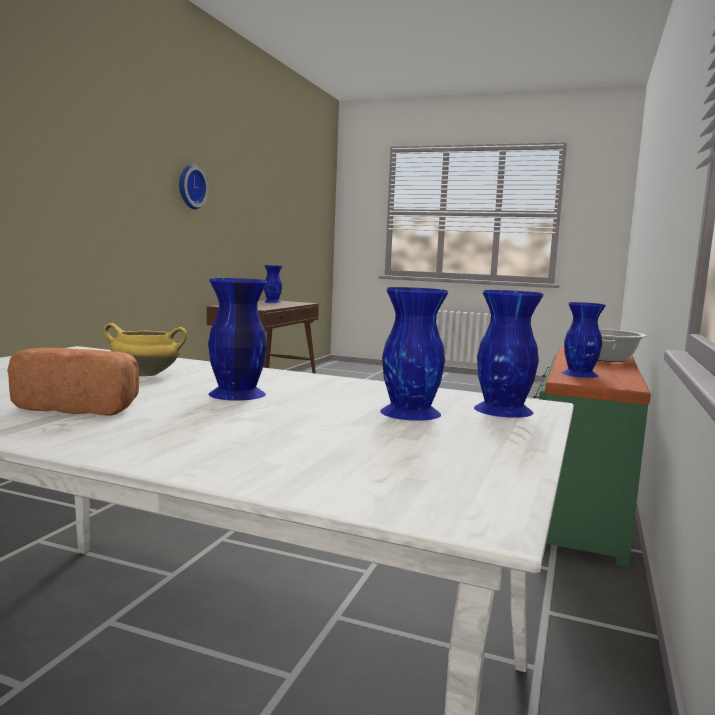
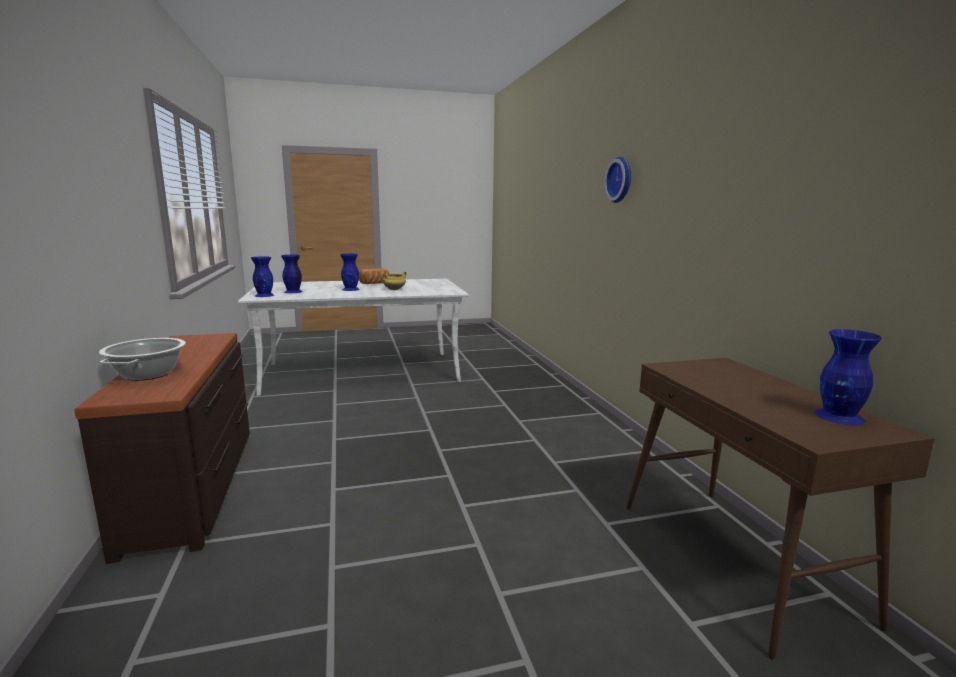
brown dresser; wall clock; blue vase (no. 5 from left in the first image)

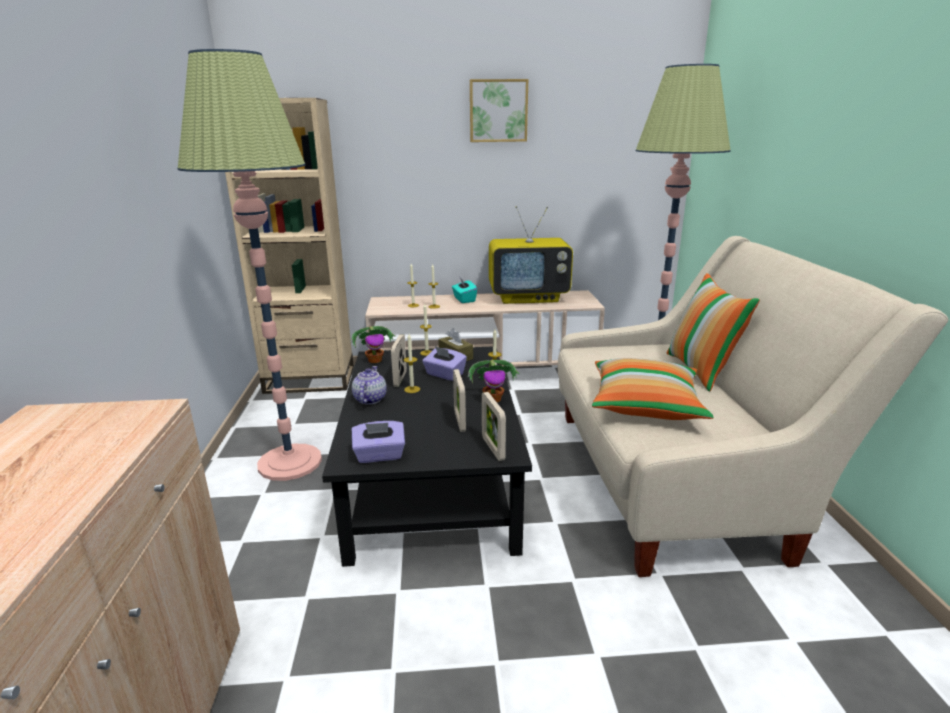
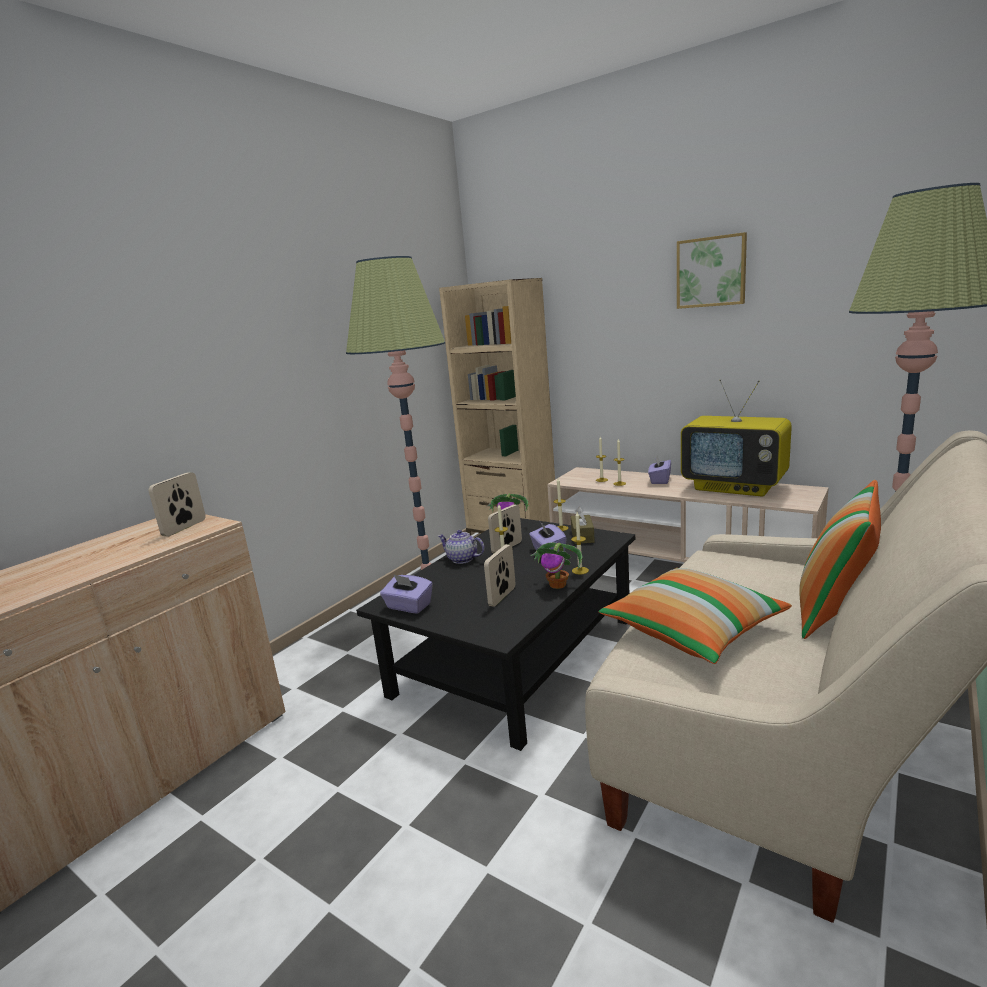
picture frame (no. 1 from left); teapot; purple tissue box (no. 3 from left)

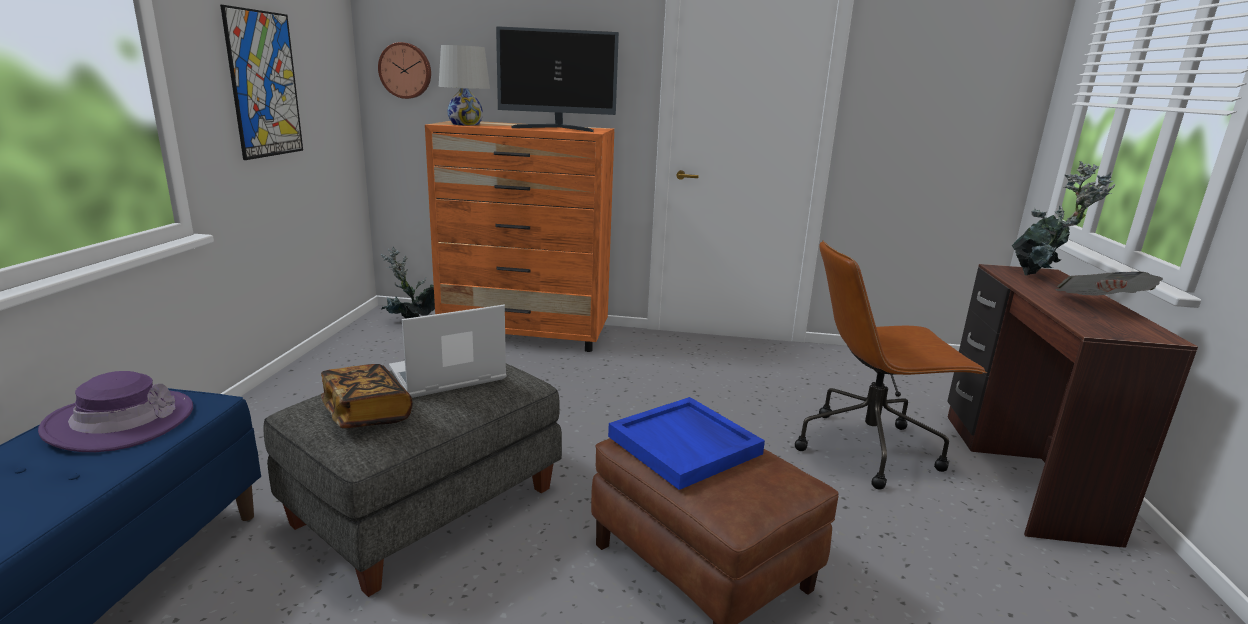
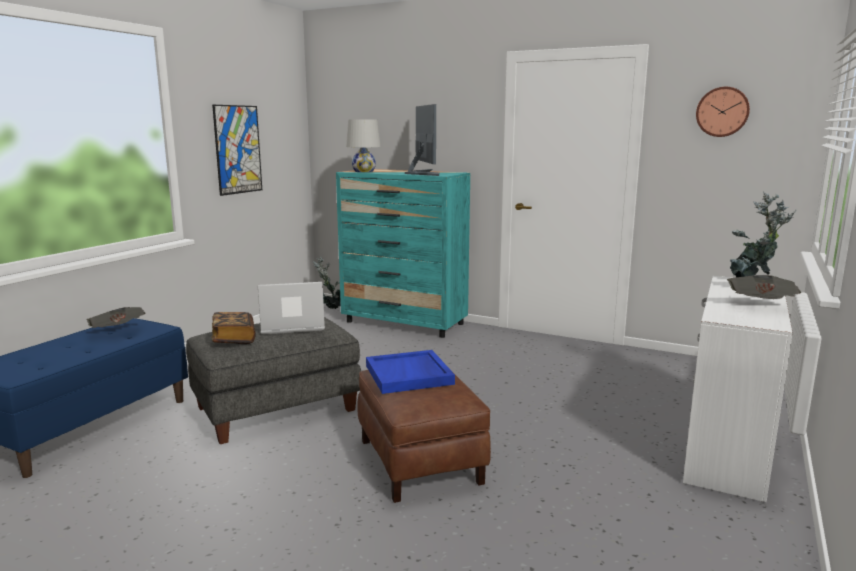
newspaper (no. 1 from left); turquoise dresser; monitor; white desk; wall clock; brown office chair

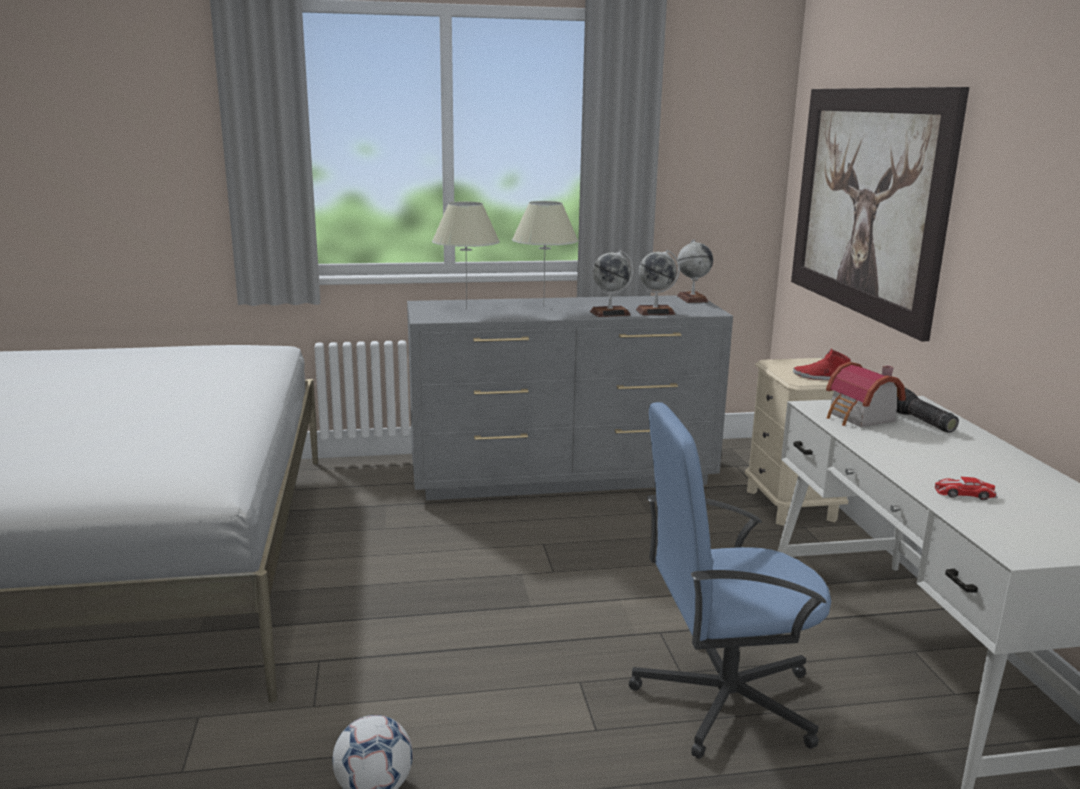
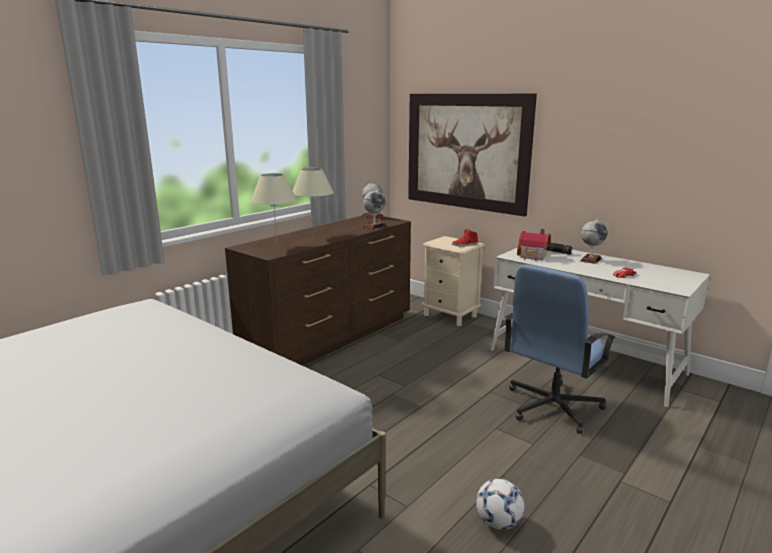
brown dresser; globe (no. 3 from left)

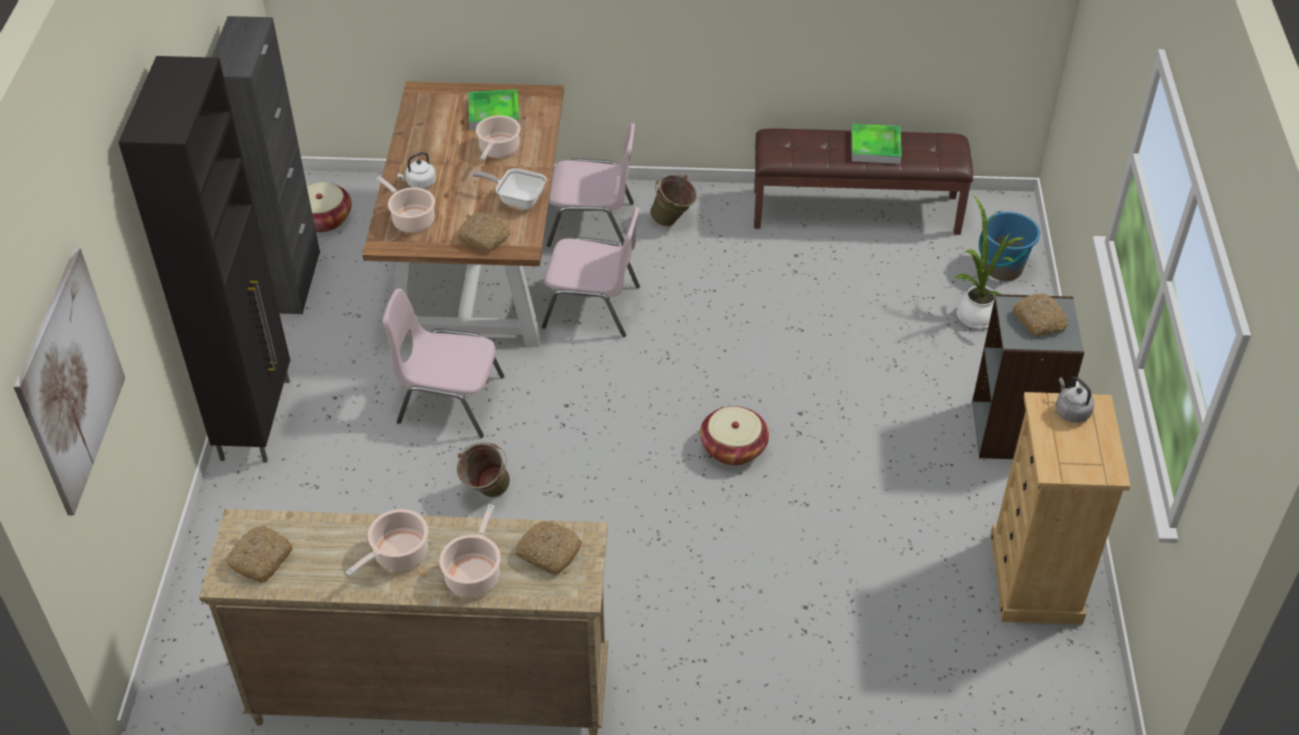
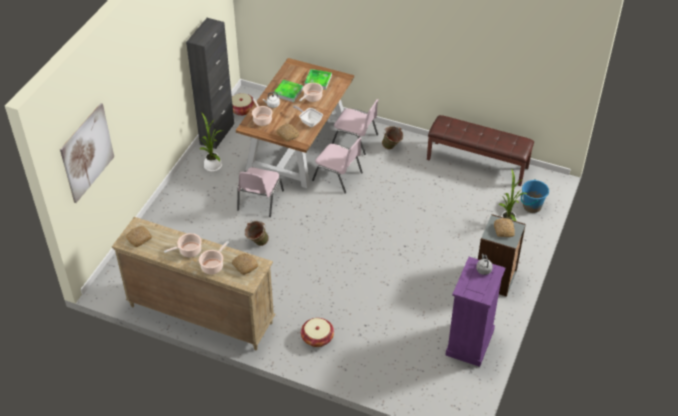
potted plant (no. 1 from left); pink chair (no. 1 from left); tray (no. 1 from left); basket (no. 2 from left); purple dresser; black cabinet (no. 1 from left in the first image)

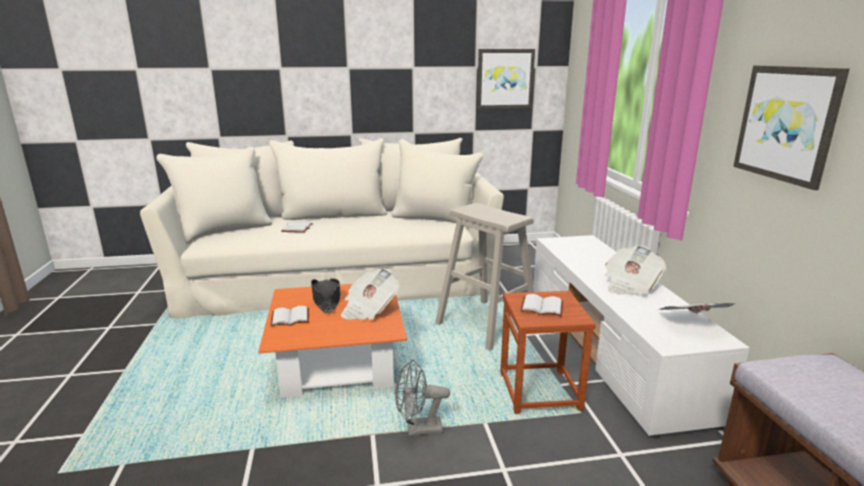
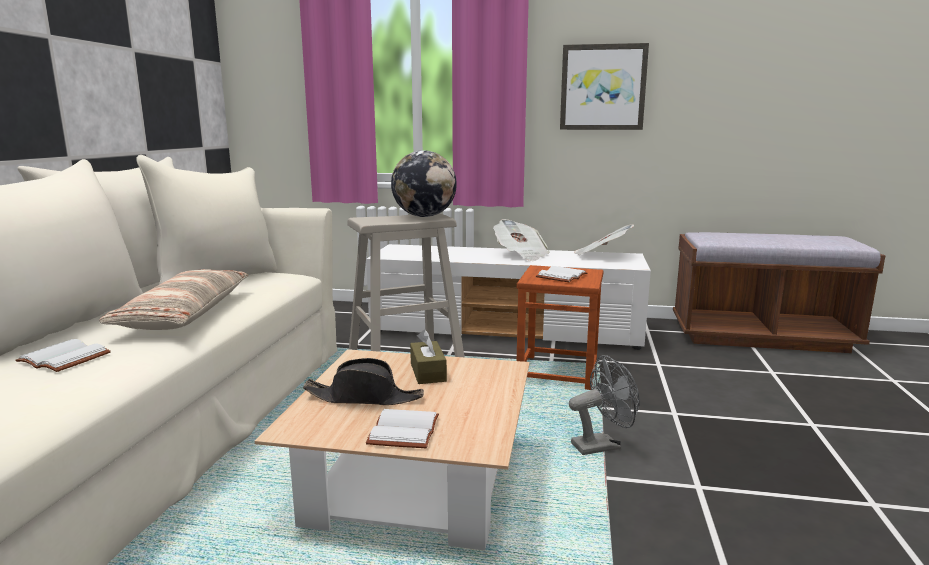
pillow; beige coffee table; globe; brown tissue box; grey fan; picture (no. 1 from left in the first image)

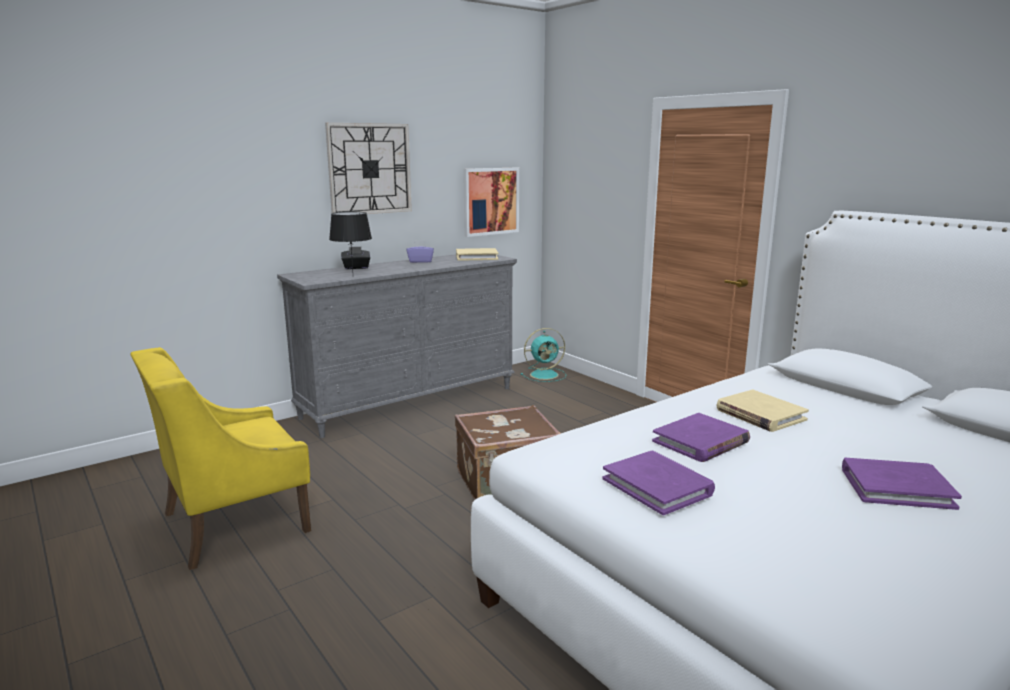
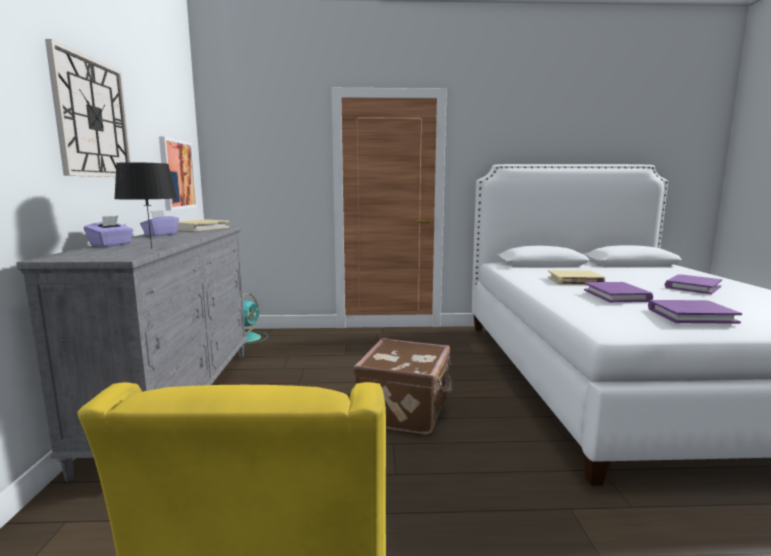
purple tissue box (no. 1 from left)

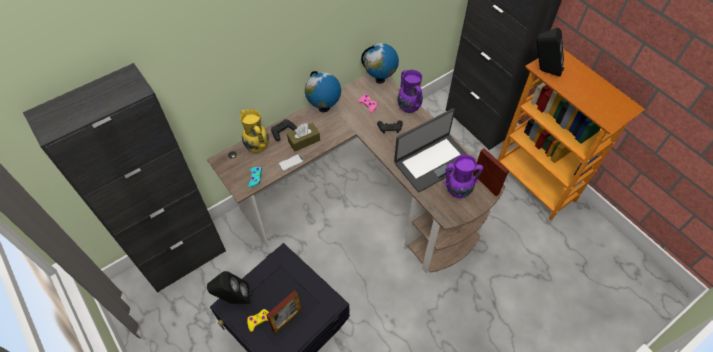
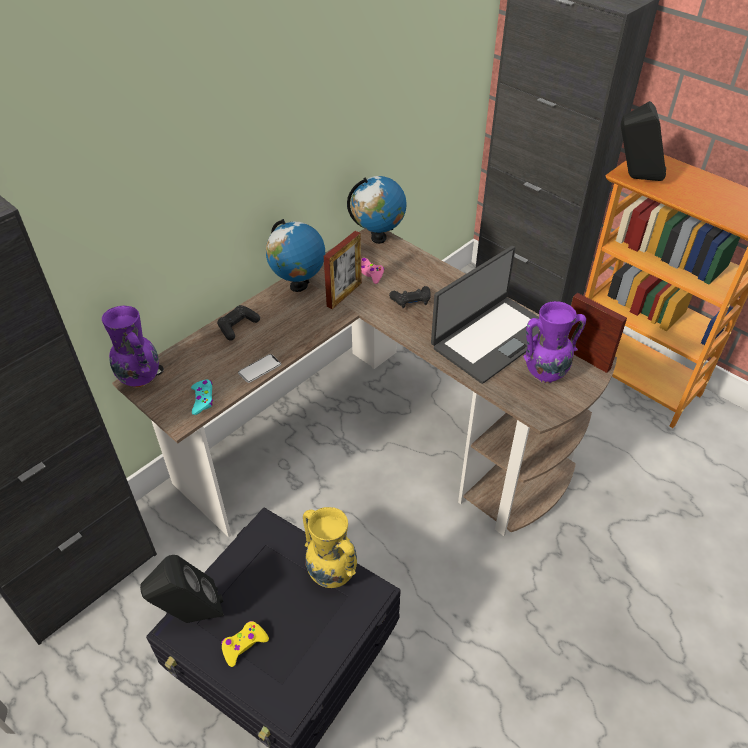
purple vase (no. 1 from left); yellow vase; picture frame (no. 1 from left); brown tissue box

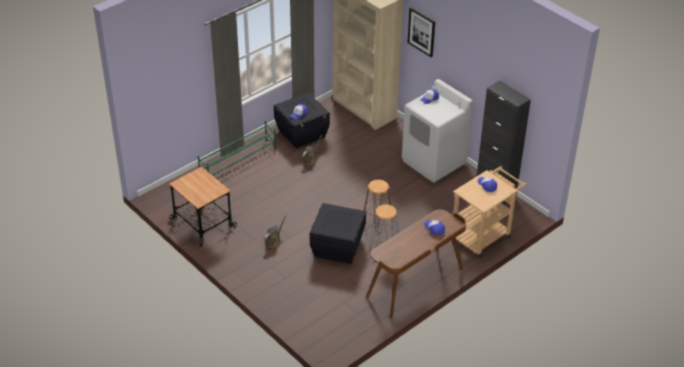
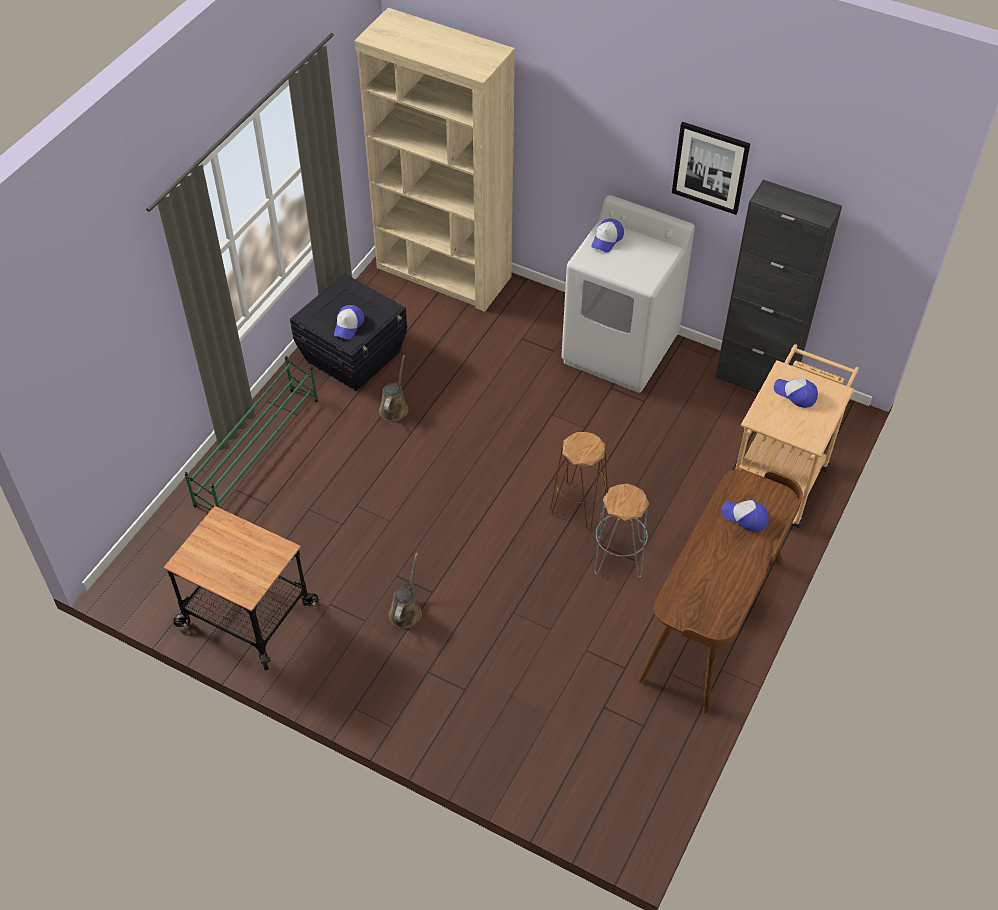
picture; black storage box (no. 2 from left in the first image)

